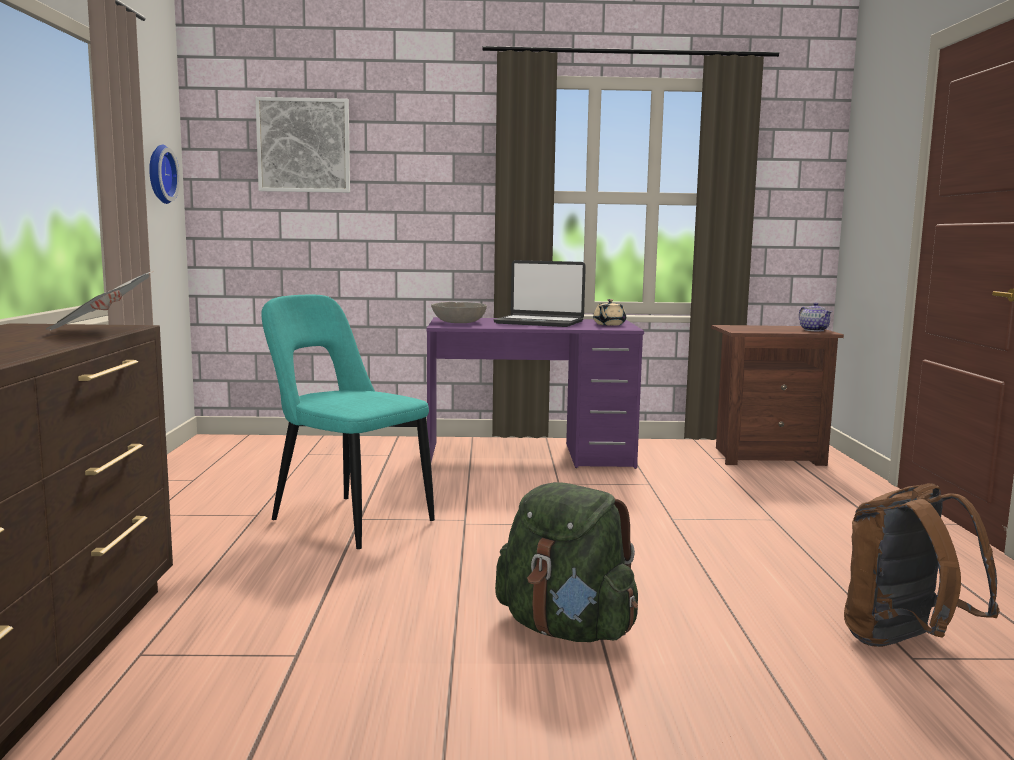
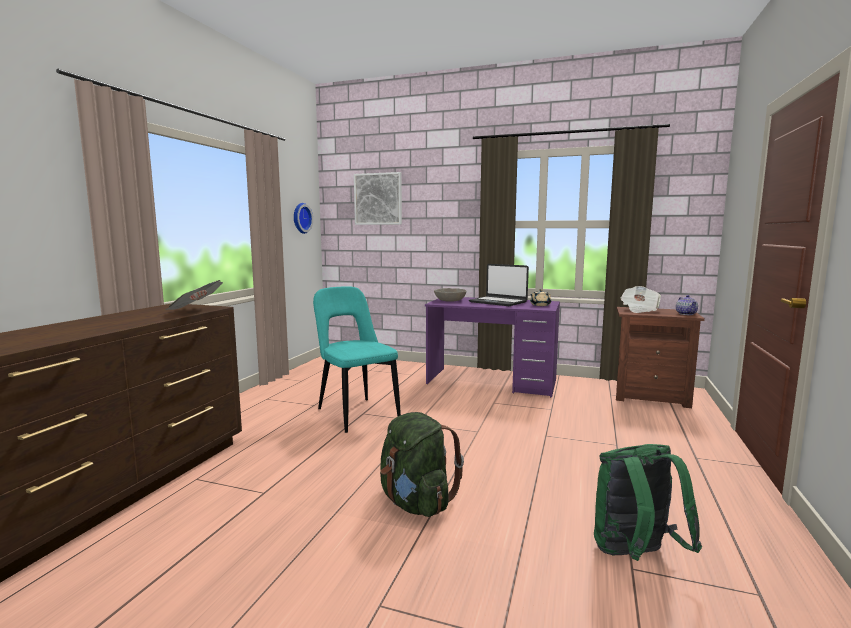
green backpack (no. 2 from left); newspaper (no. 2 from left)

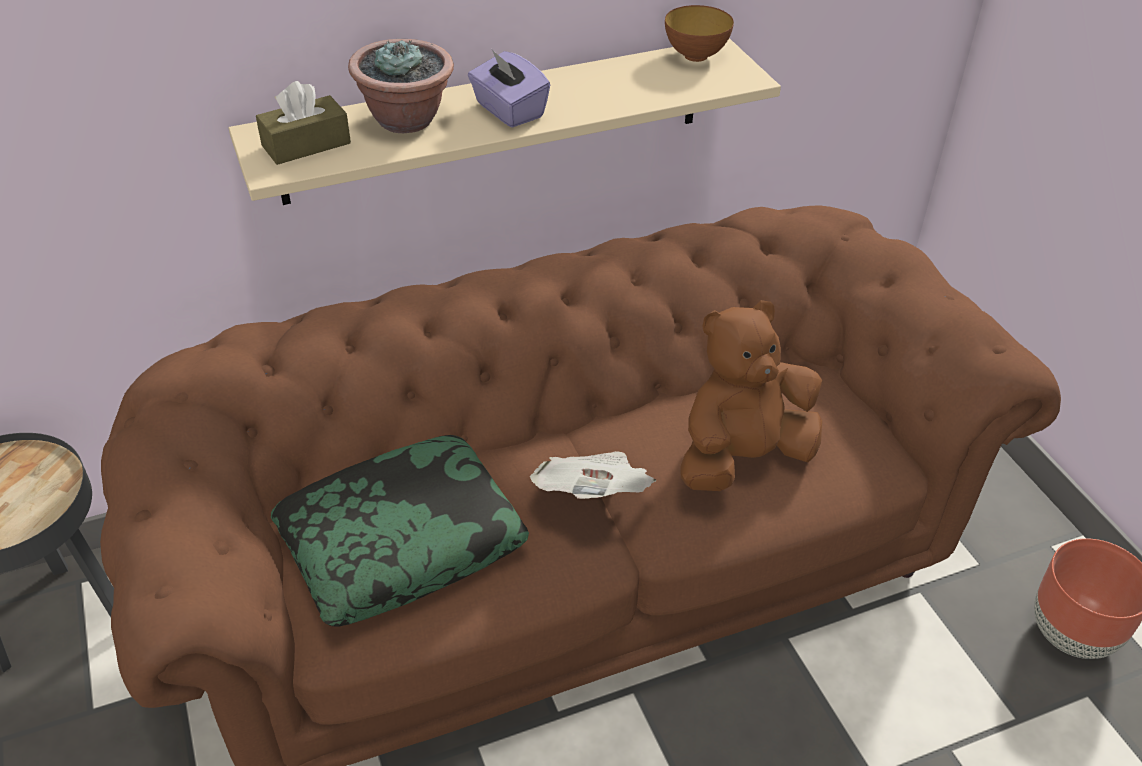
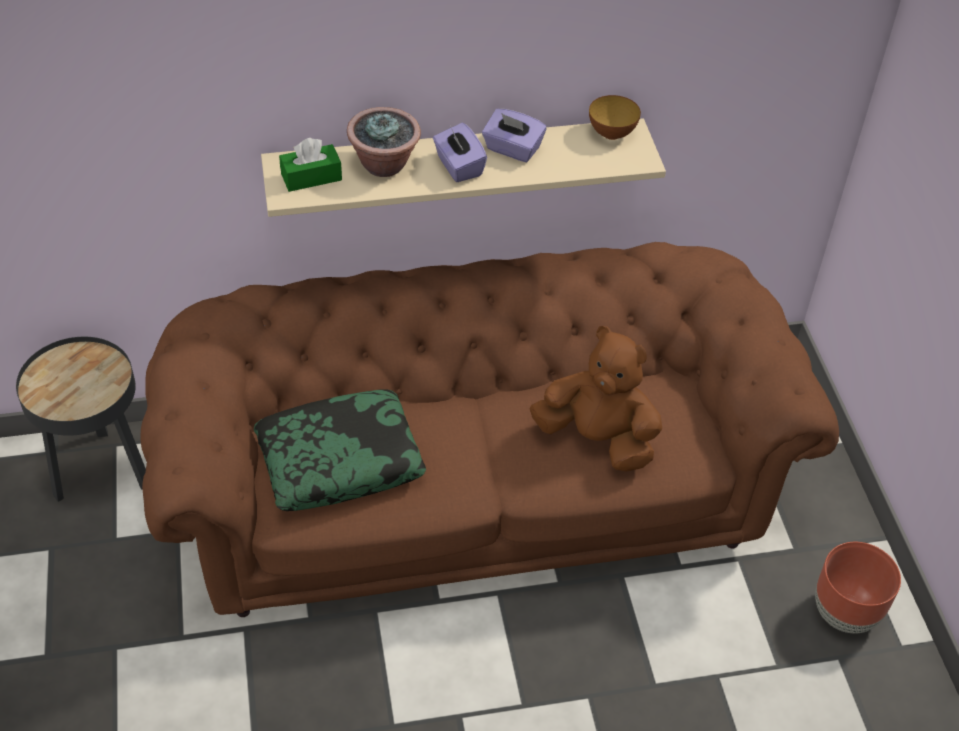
green tissue box; purple tissue box (no. 2 from left); brown plush toy; newspaper

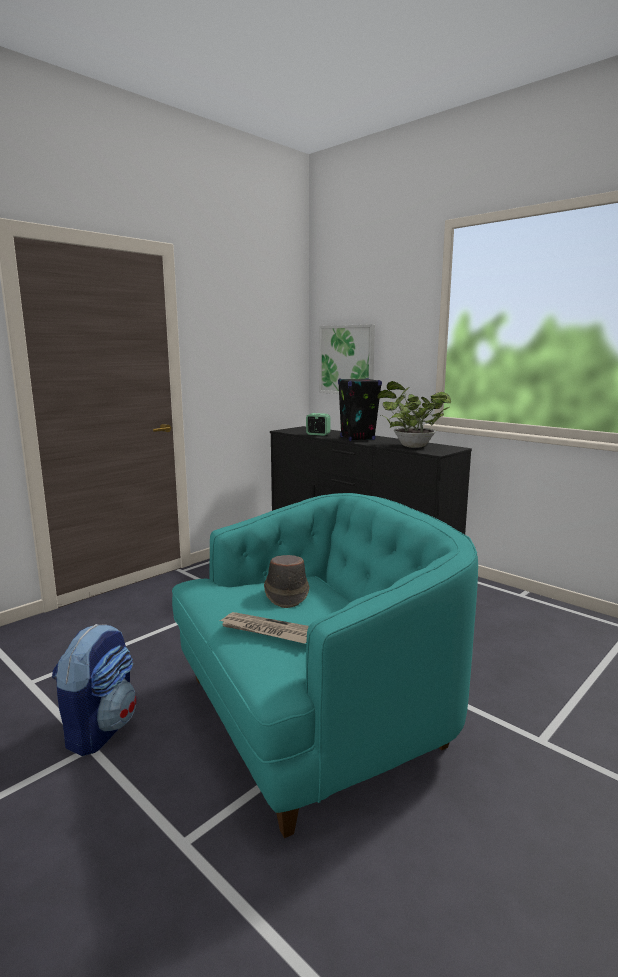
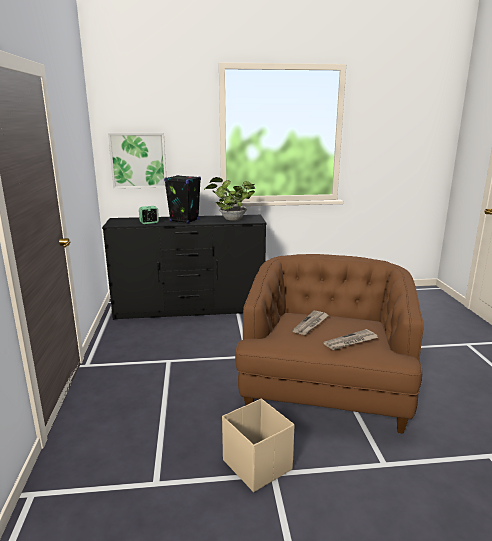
beige storage box; brown armchair; newspaper (no. 1 from left)

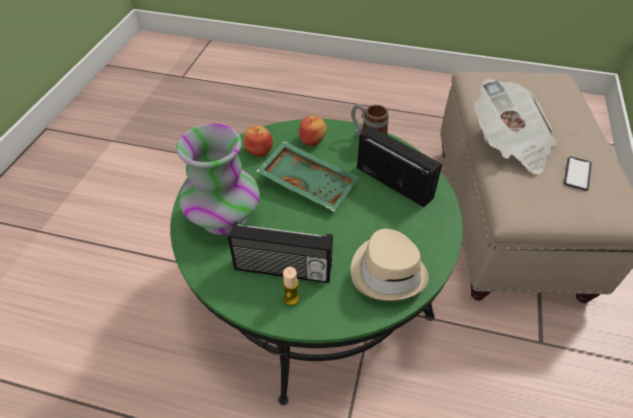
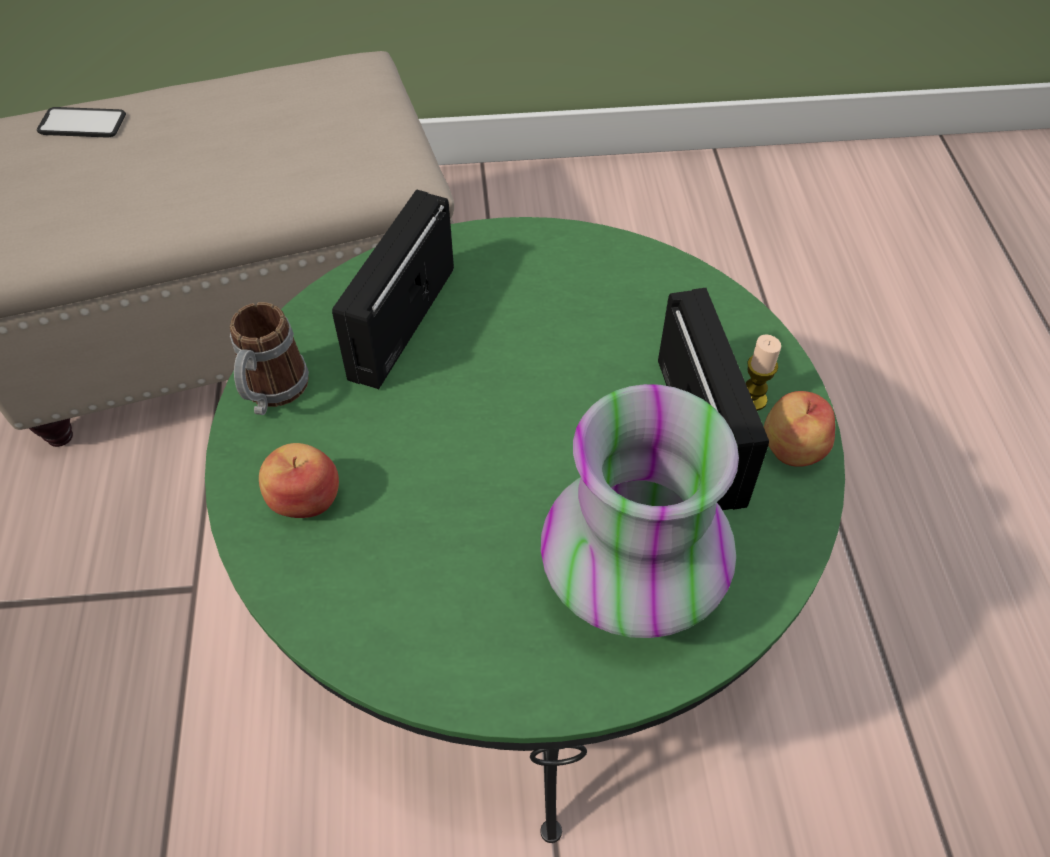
phone; apple (no. 2 from left); green tray; beige hat; newspaper

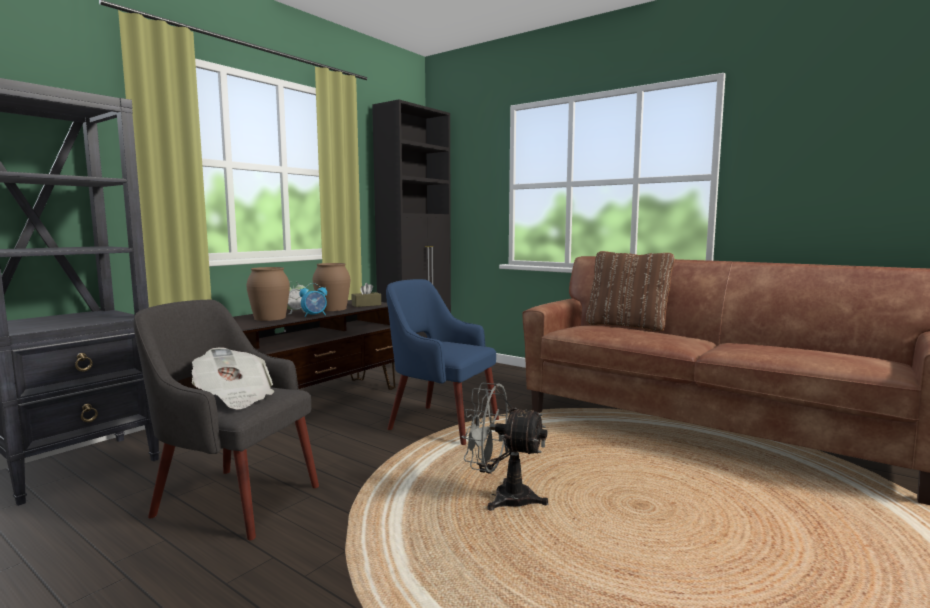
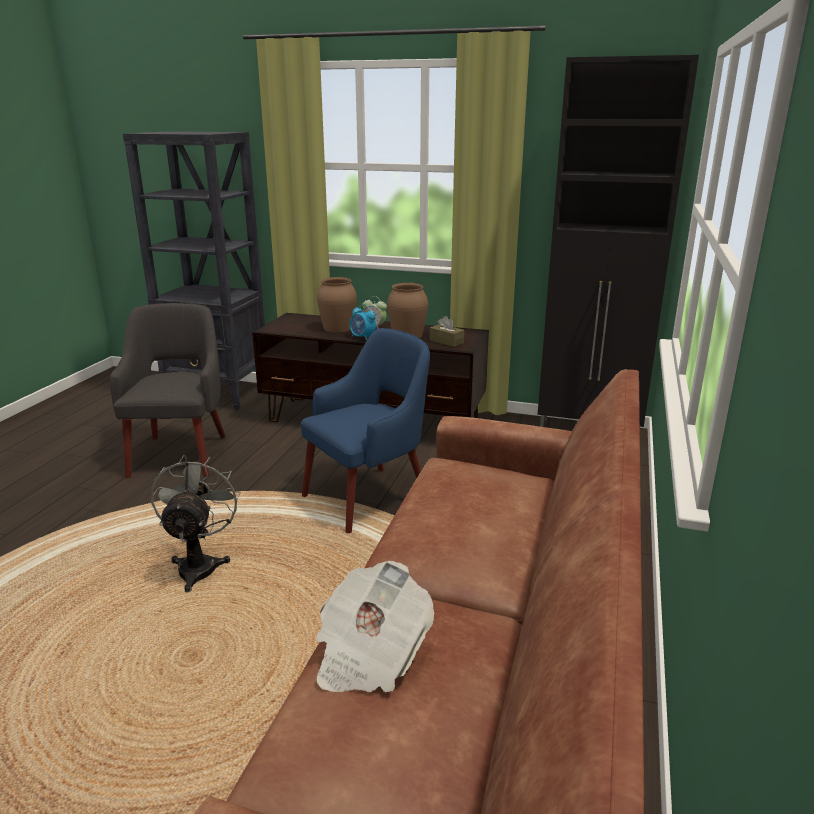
blue armchair; newspaper; brown pillow

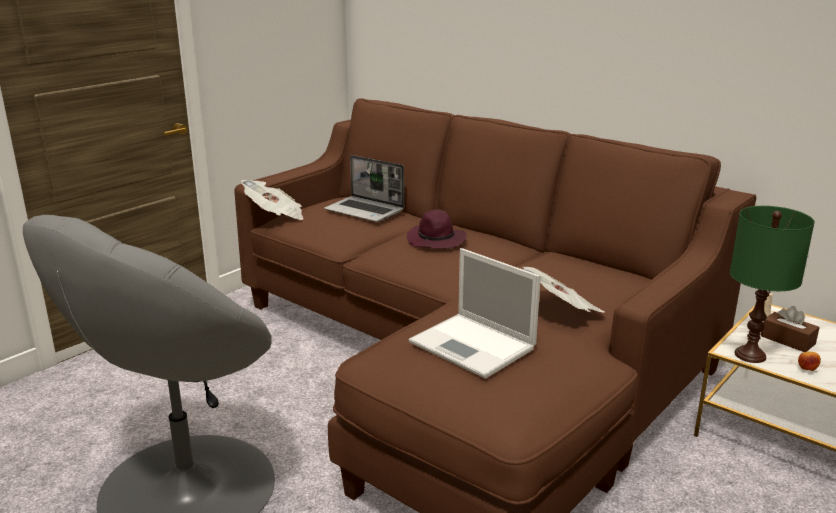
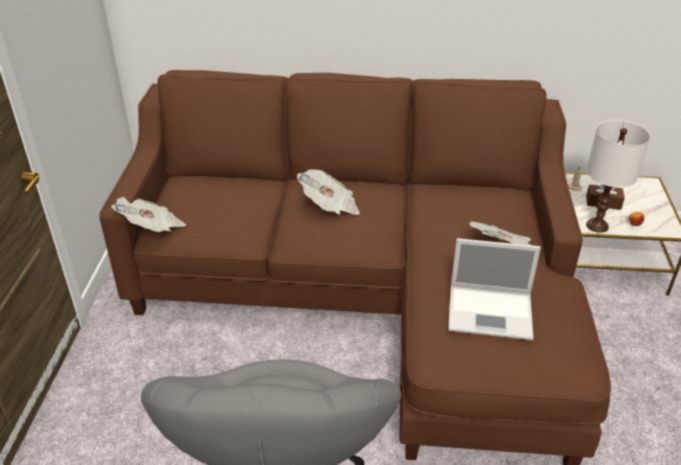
newspaper (no. 2 from left); white table lamp; laptop (no. 1 from left in the first image)

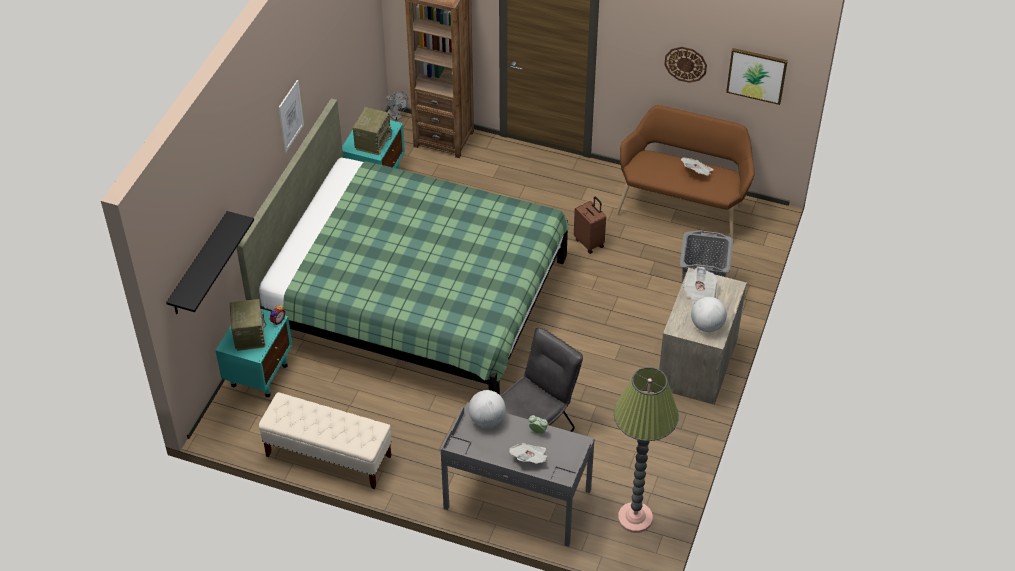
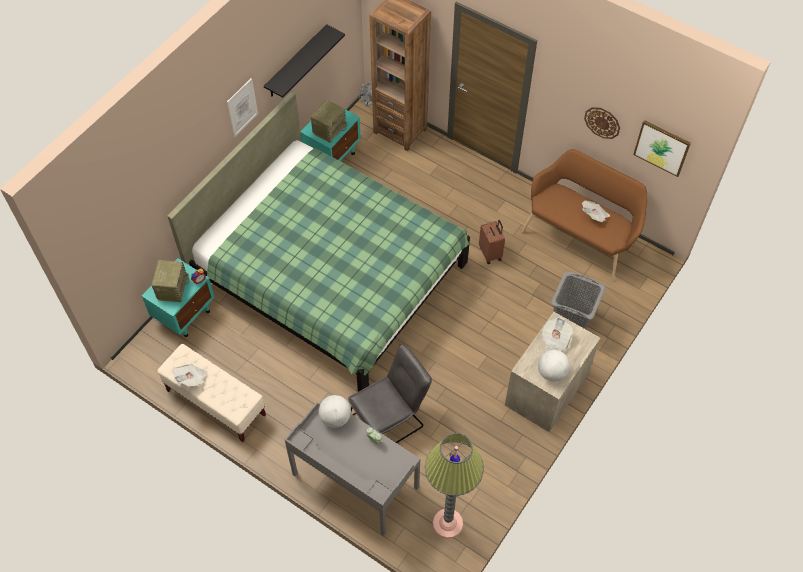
newspaper (no. 1 from left); black shelf

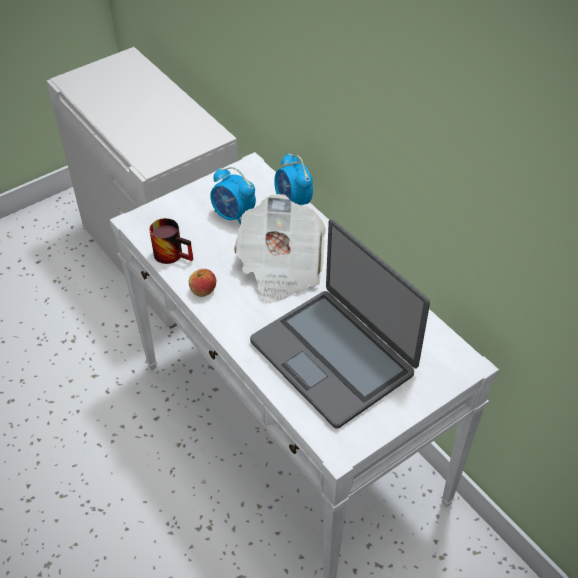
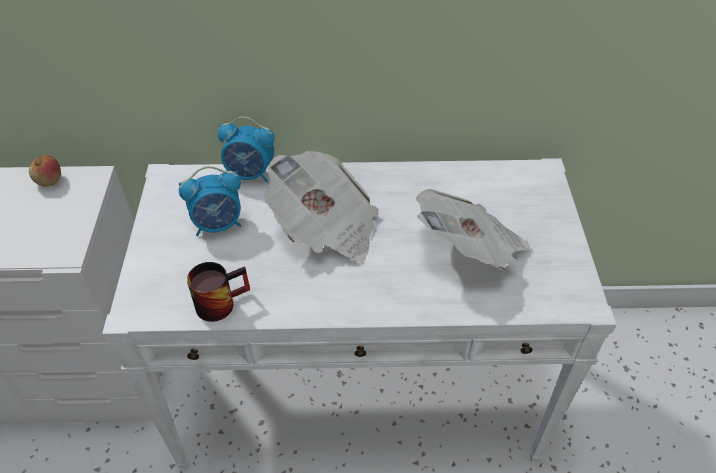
apple; newspaper (no. 2 from left)

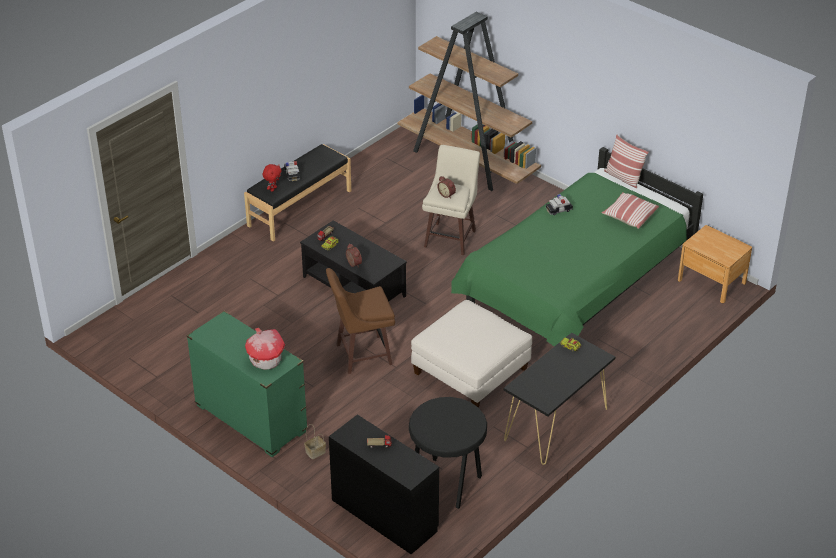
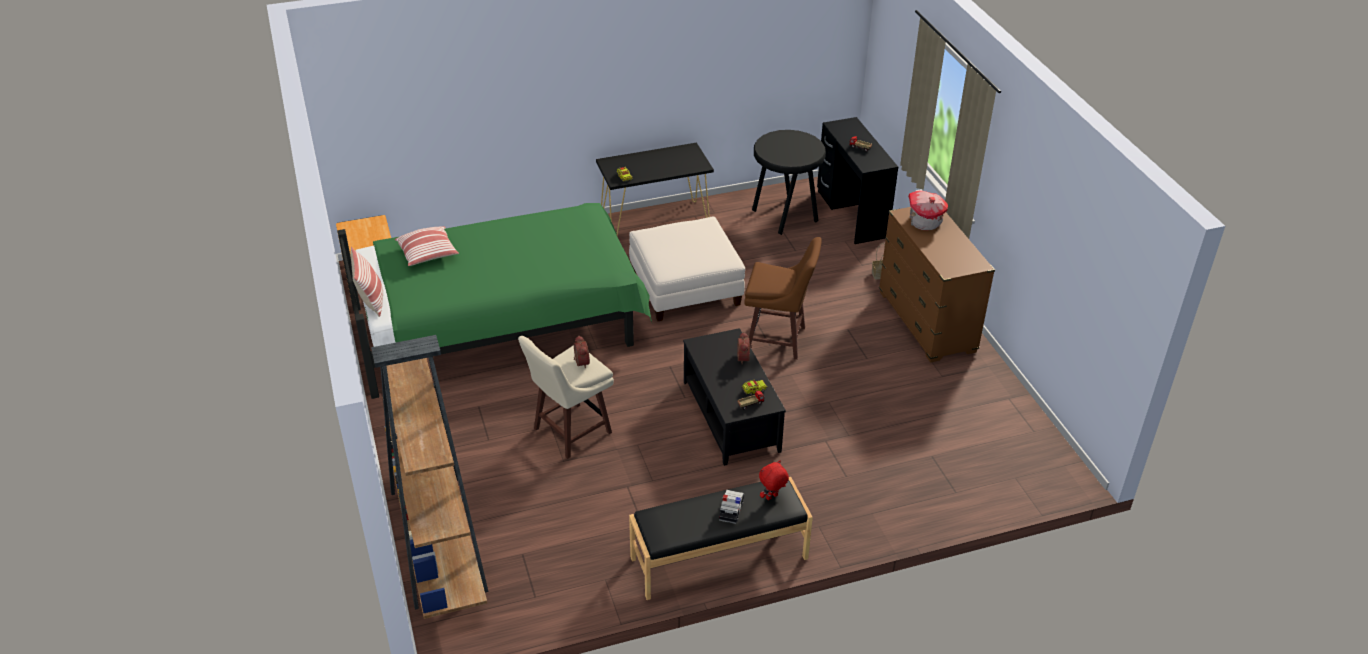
brown dresser; toy car (no. 2 from left in the first image)

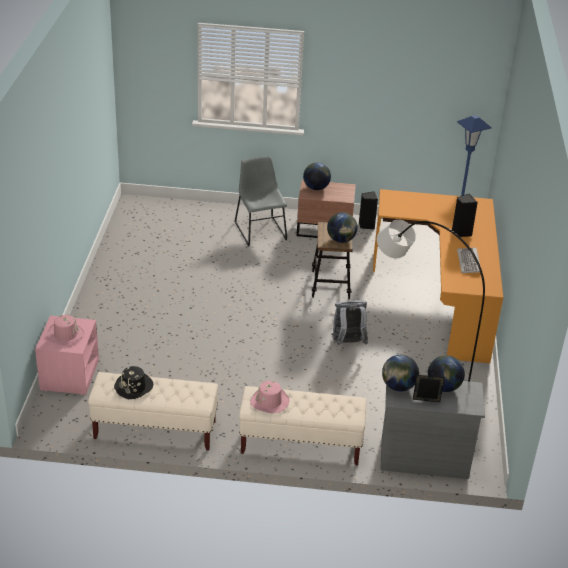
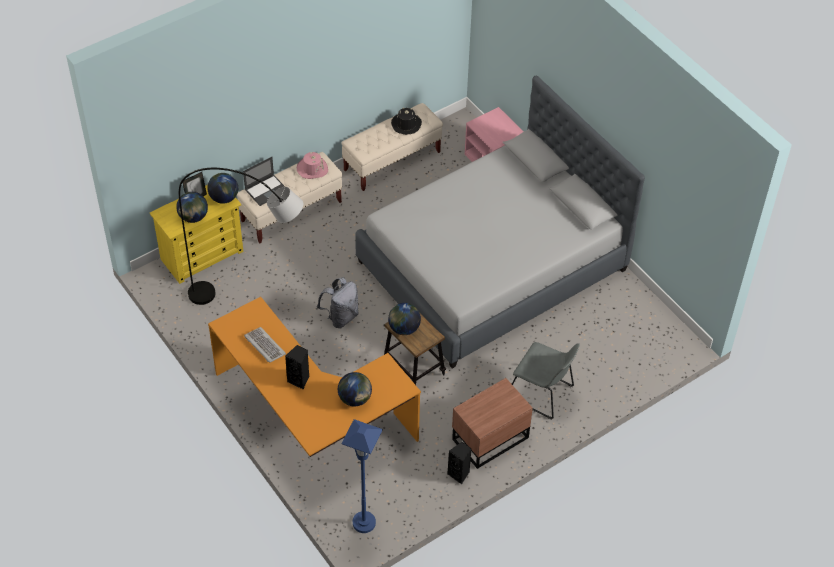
yellow dresser; laptop; globe (no. 3 from left); grey bed; pink hat (no. 1 from left in the first image)

